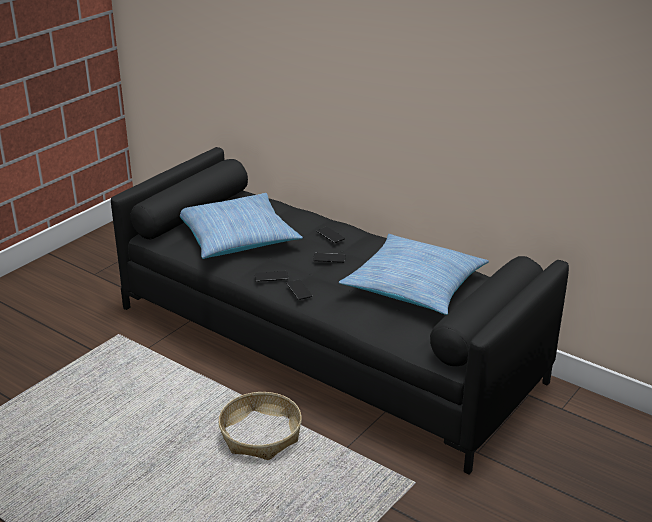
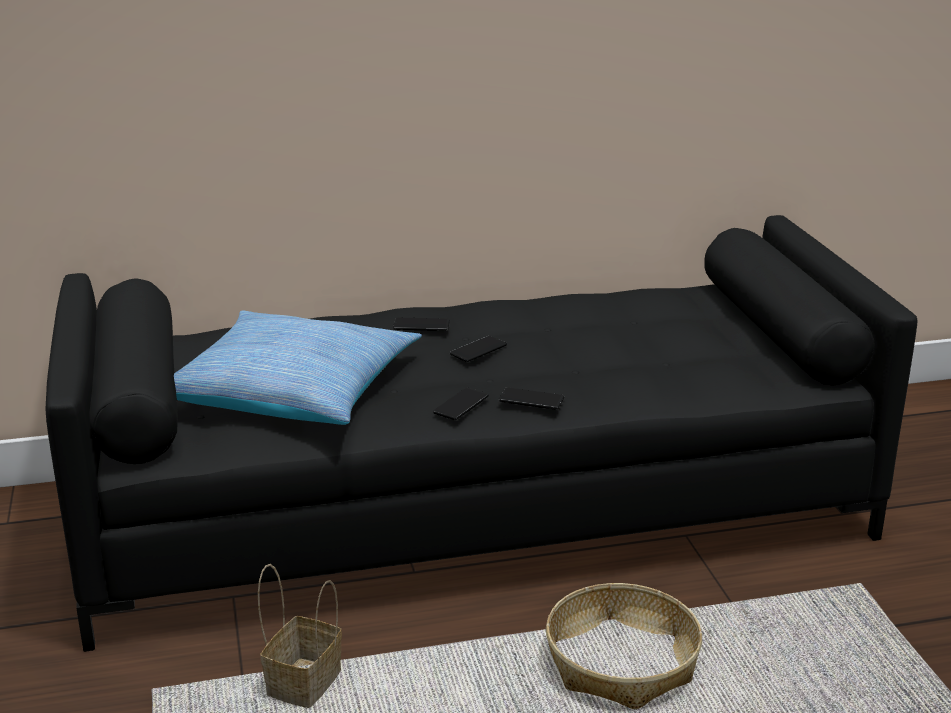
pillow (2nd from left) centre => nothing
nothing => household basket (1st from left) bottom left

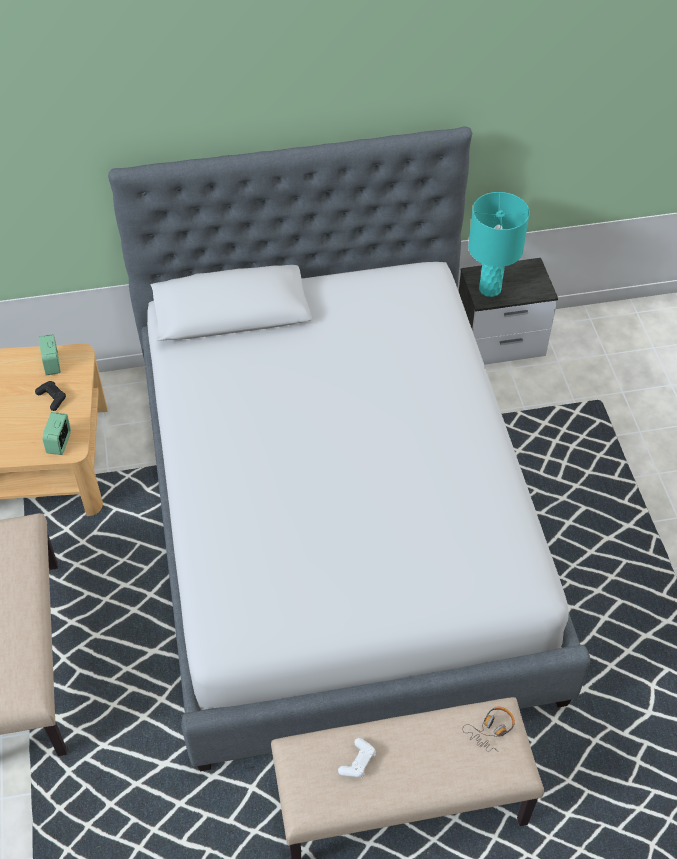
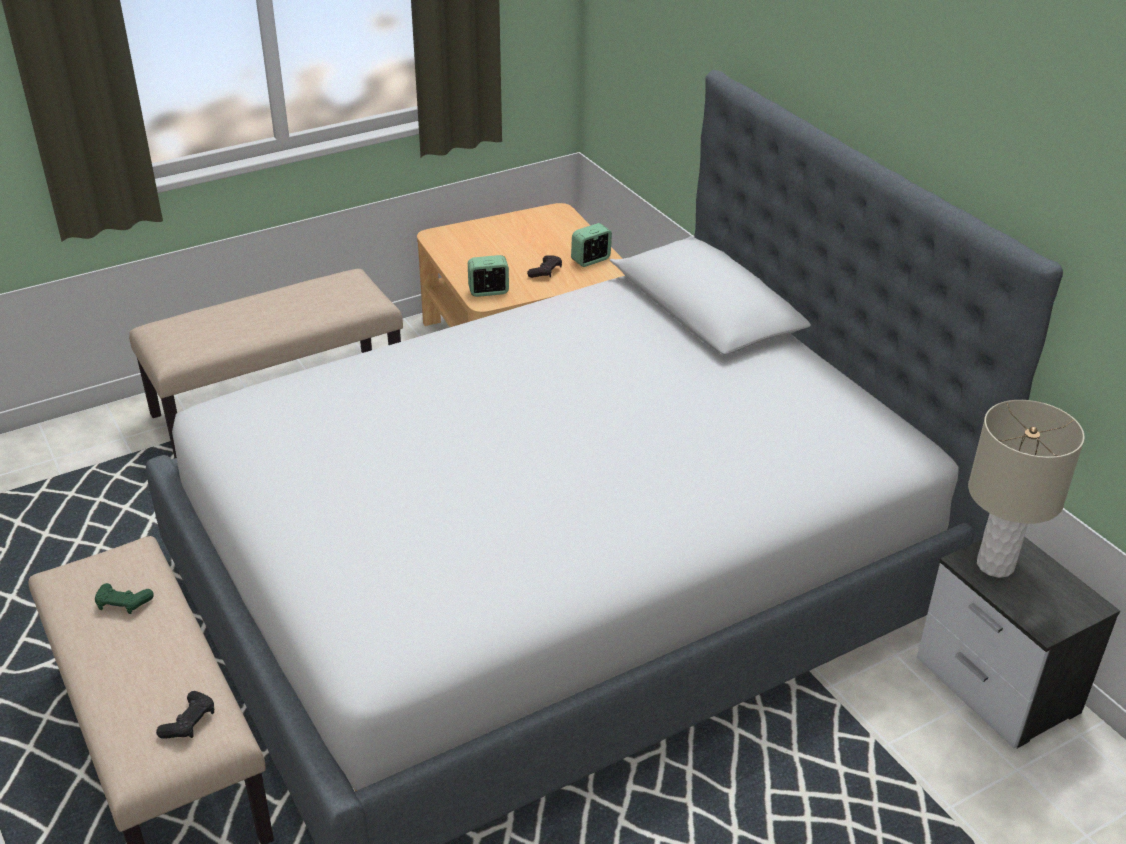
turquoise lamp for a table top right => sand-coloured lamp for a table middle right
pair of headphones bottom right => blackish gamepad (1st from left) bottom left
whitish gamepad bottom centre => greenish gamepad bottom left

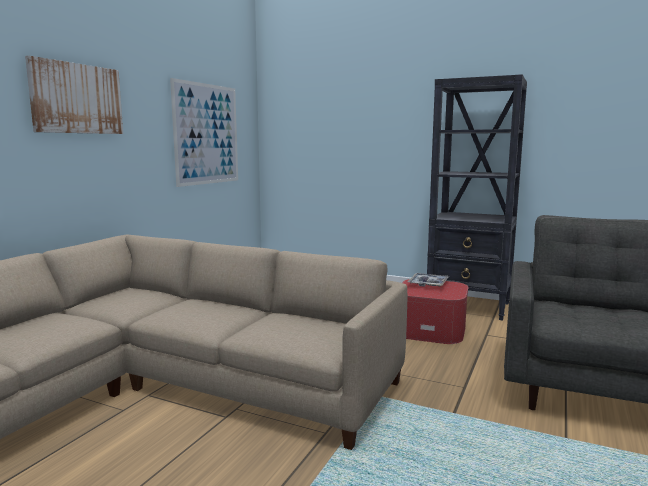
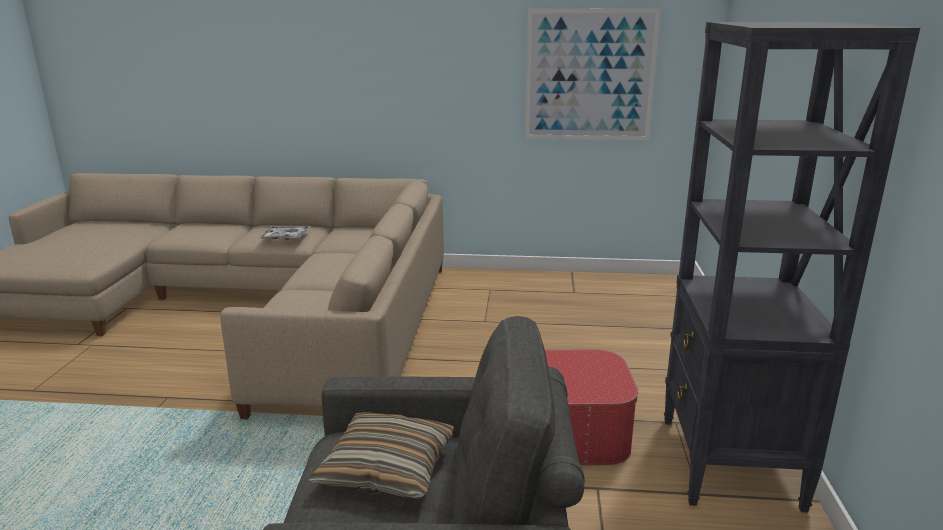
picture (1st from left) top left => nothing
carrying tray centre => carrying tray middle left, moved
nothing => pillow bottom centre

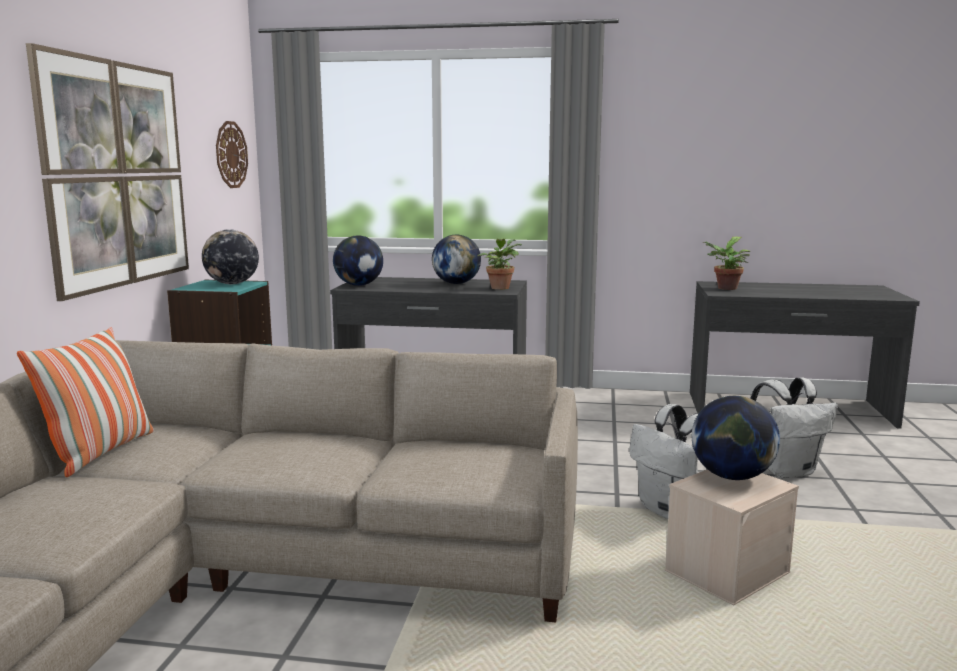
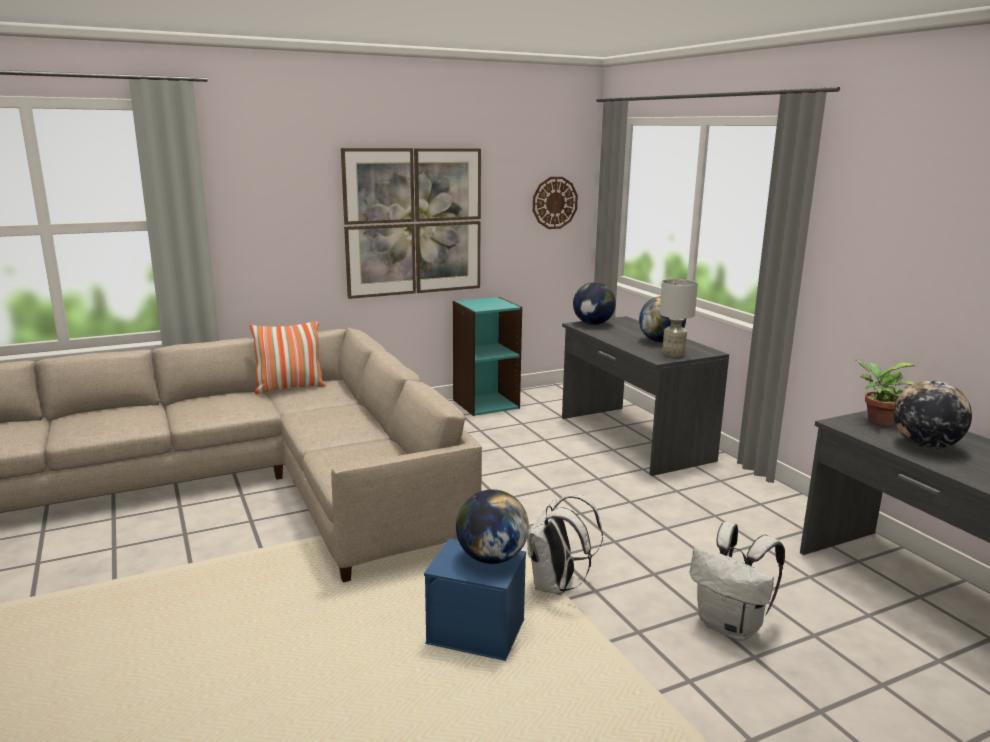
world globe (1st from left in the first image) middle left => world globe (4th from left) middle right, moved
plant in a pot (1st from left) centre => greyish lamp for a table middle right
sand-coloured storage container bottom right => blue storage container bottom centre

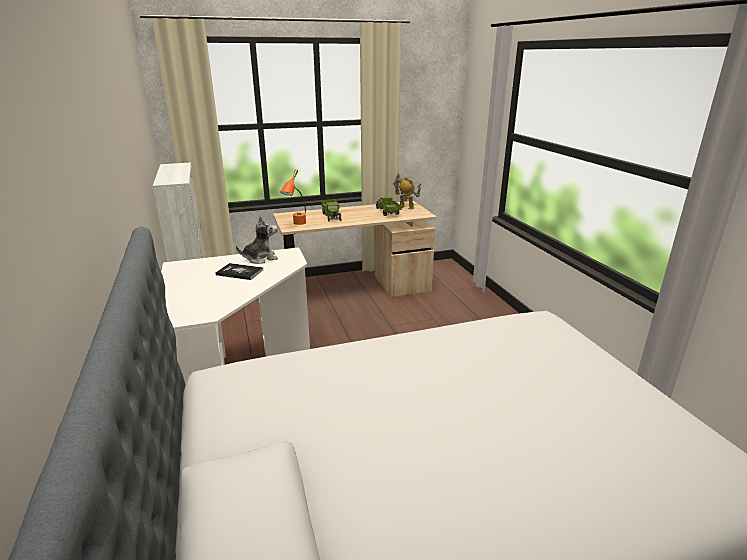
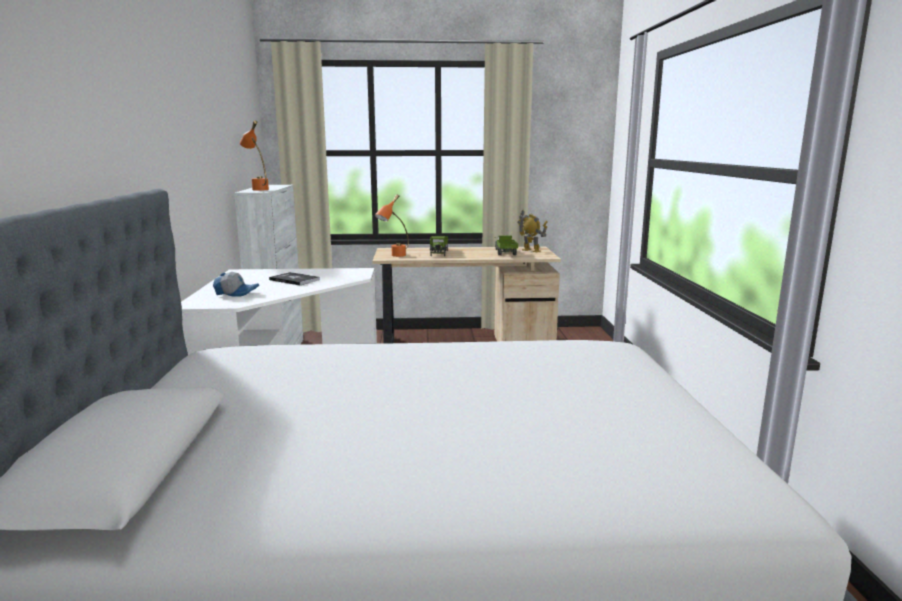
cuddly toy centre => nothing
nothing => orange-coloured lamp for a table (1st from left) top left
nothing => peaked cap middle left

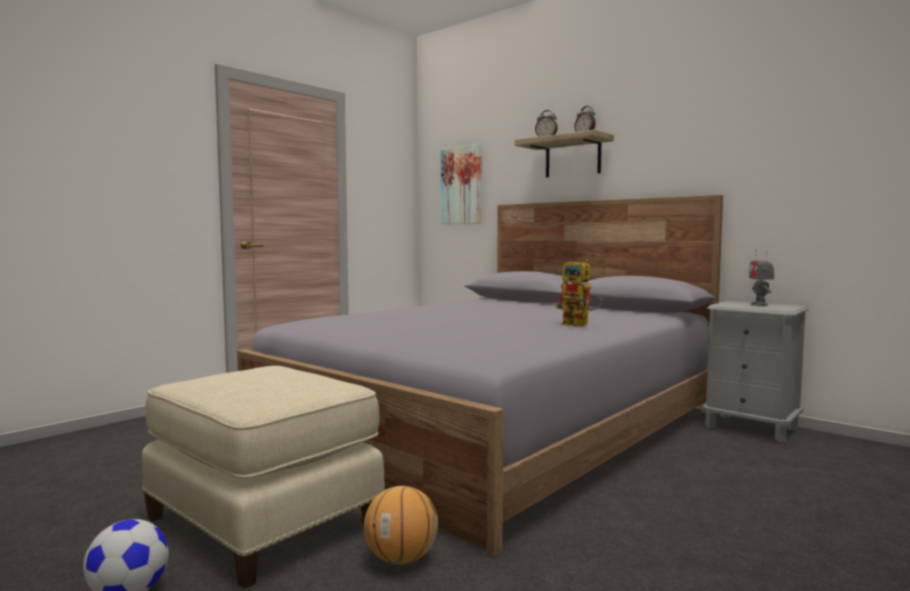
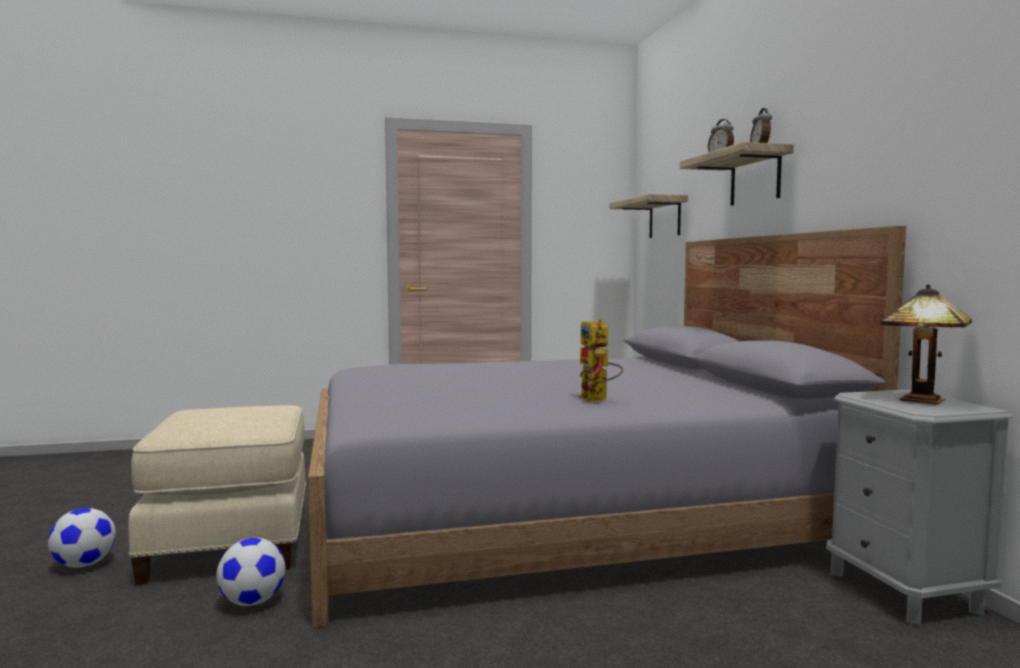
picture top centre => shelf (1st from left) top centre
model robot (2nd from left) middle right => lamp for a table middle right
basketball ball bottom centre => ball for football (2nd from left) bottom left

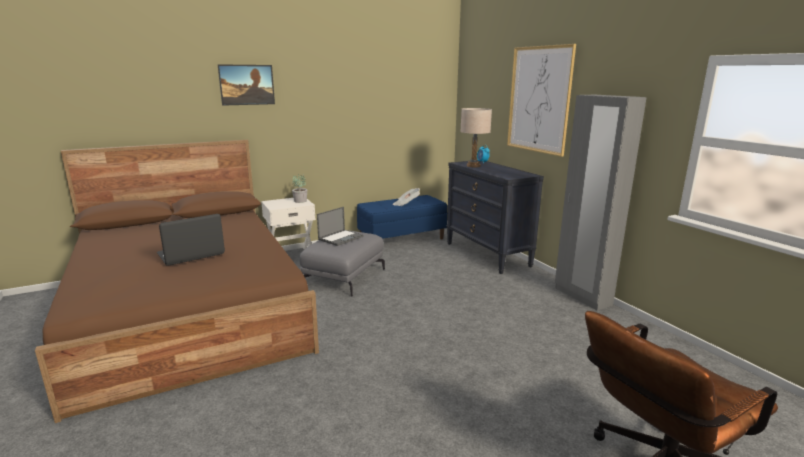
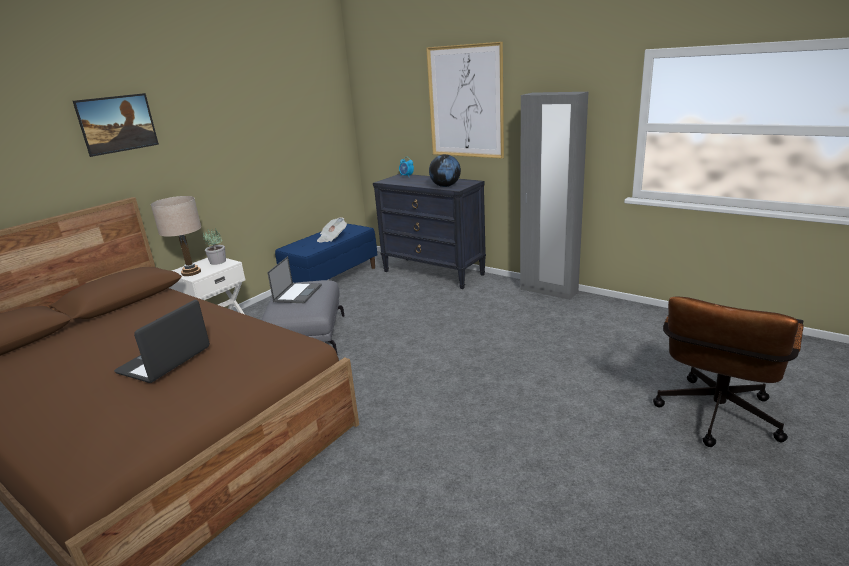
sand-coloured lamp for a table top centre => sand-coloured lamp for a table middle left, moved
nothing => world globe top centre

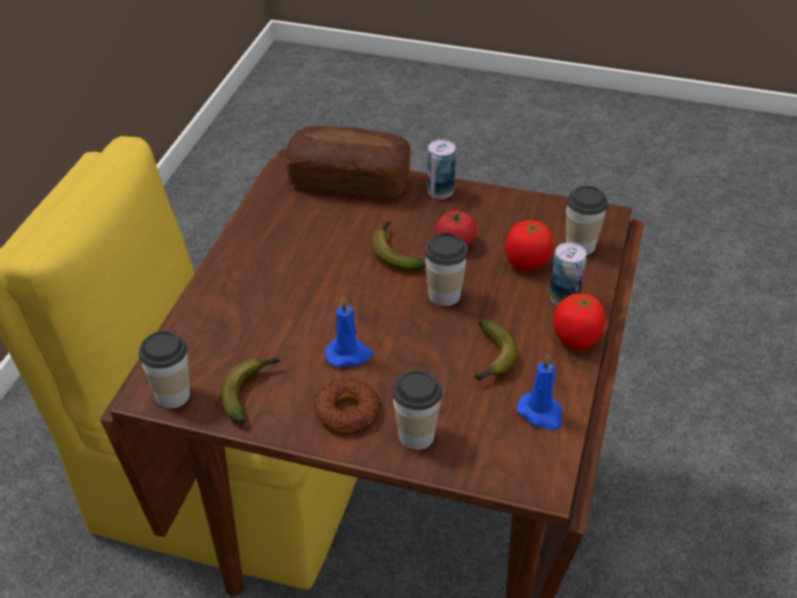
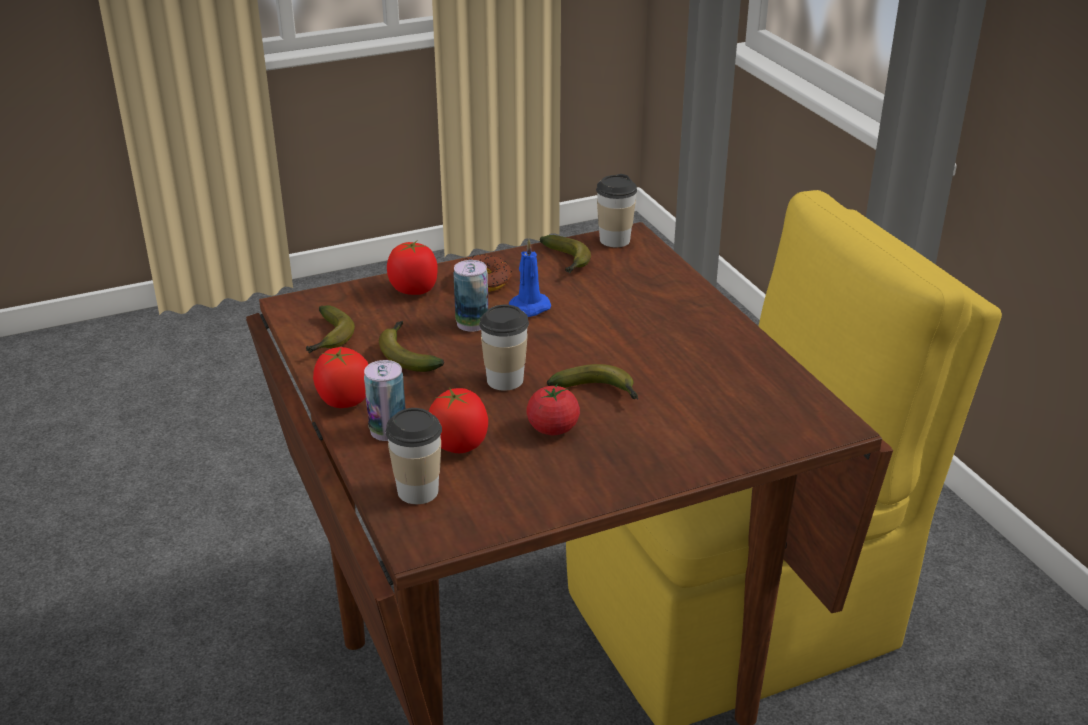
baked bread top centre => nothing
sealed can (1st from left in the first image) top centre => sealed can (2nd from left) centre, moved
blue wax candle (2nd from left) middle right => whole banana (1st from left) middle left
small cup (2nd from left) bottom centre => whole tomato (2nd from left) centre

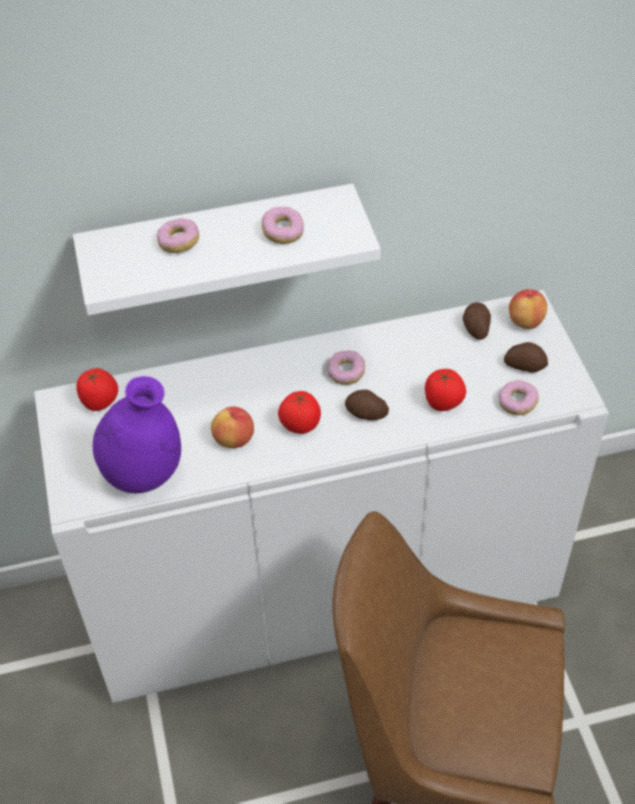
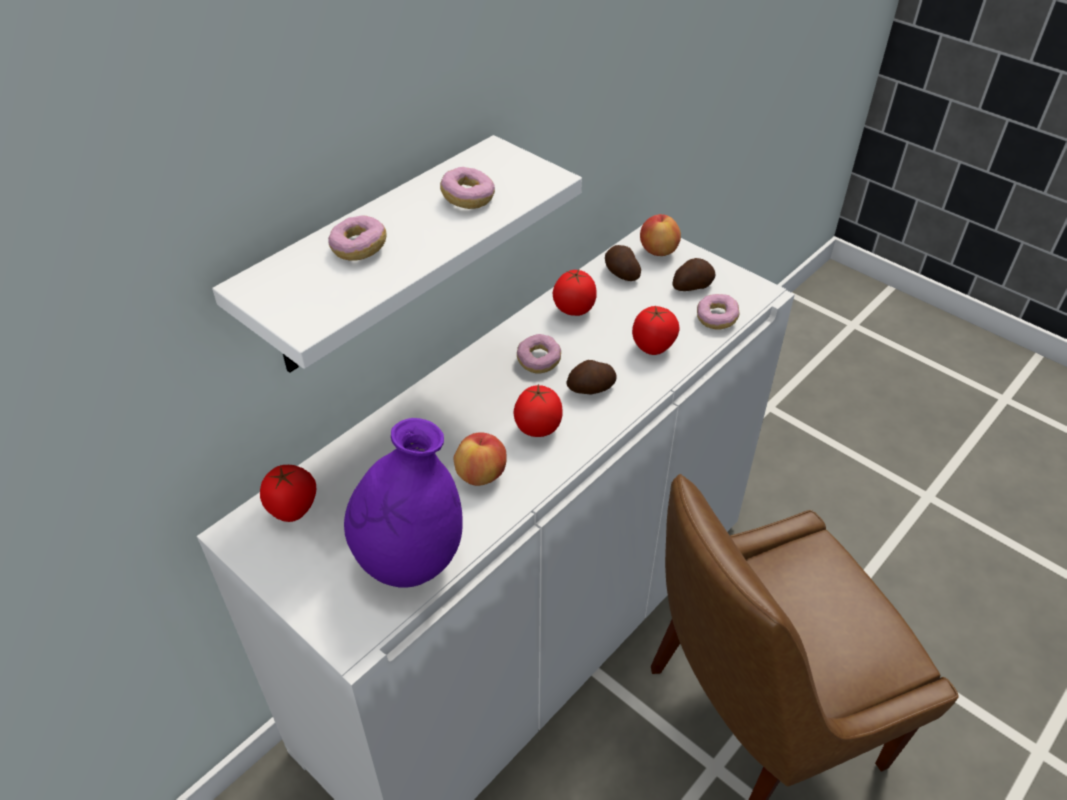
nothing => whole tomato (3rd from left) centre

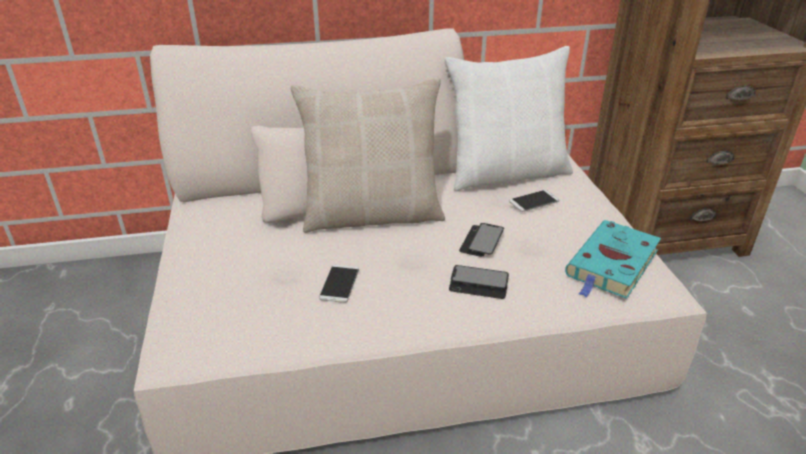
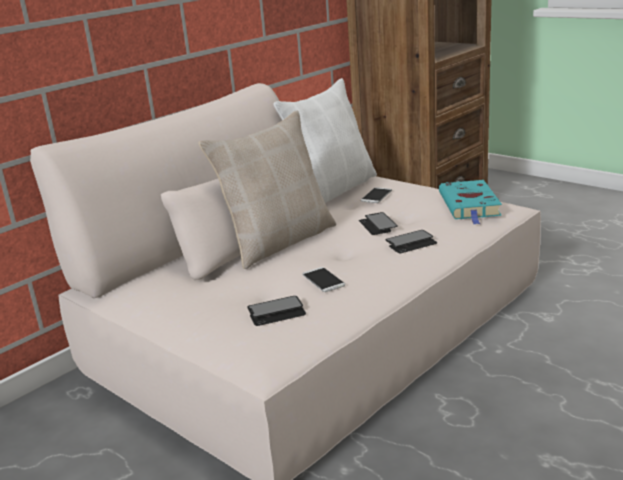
nothing => telephone (1st from left) centre

